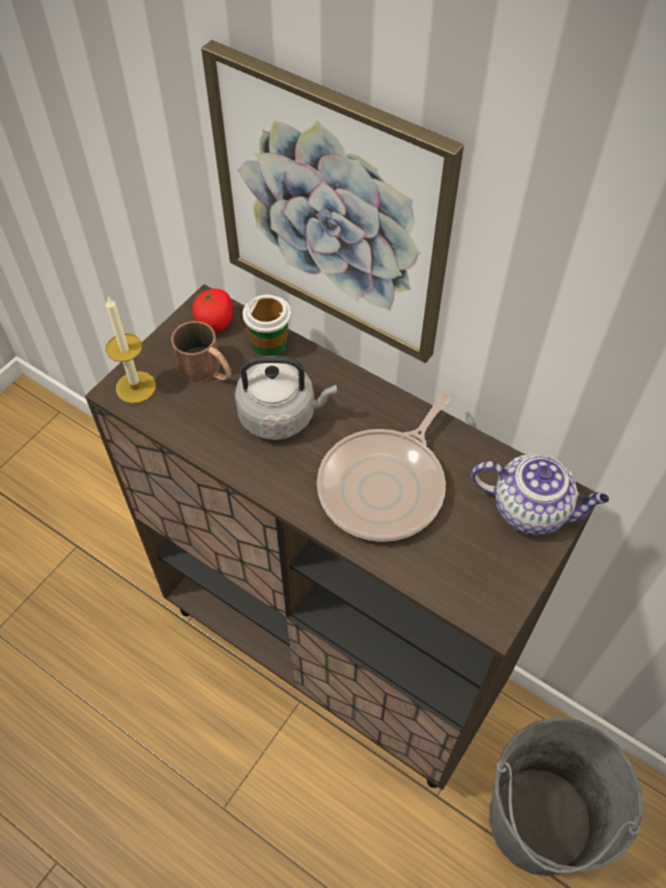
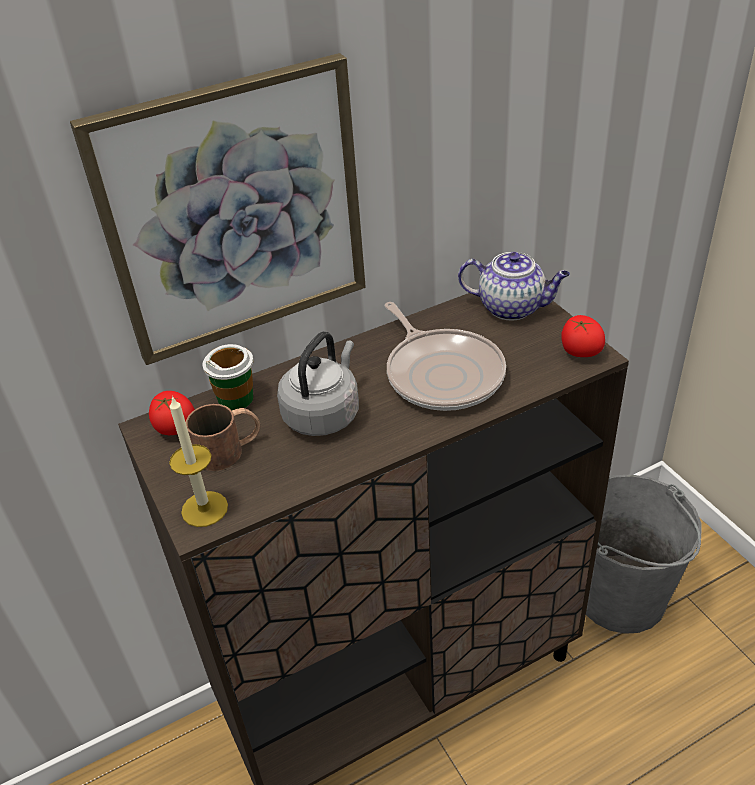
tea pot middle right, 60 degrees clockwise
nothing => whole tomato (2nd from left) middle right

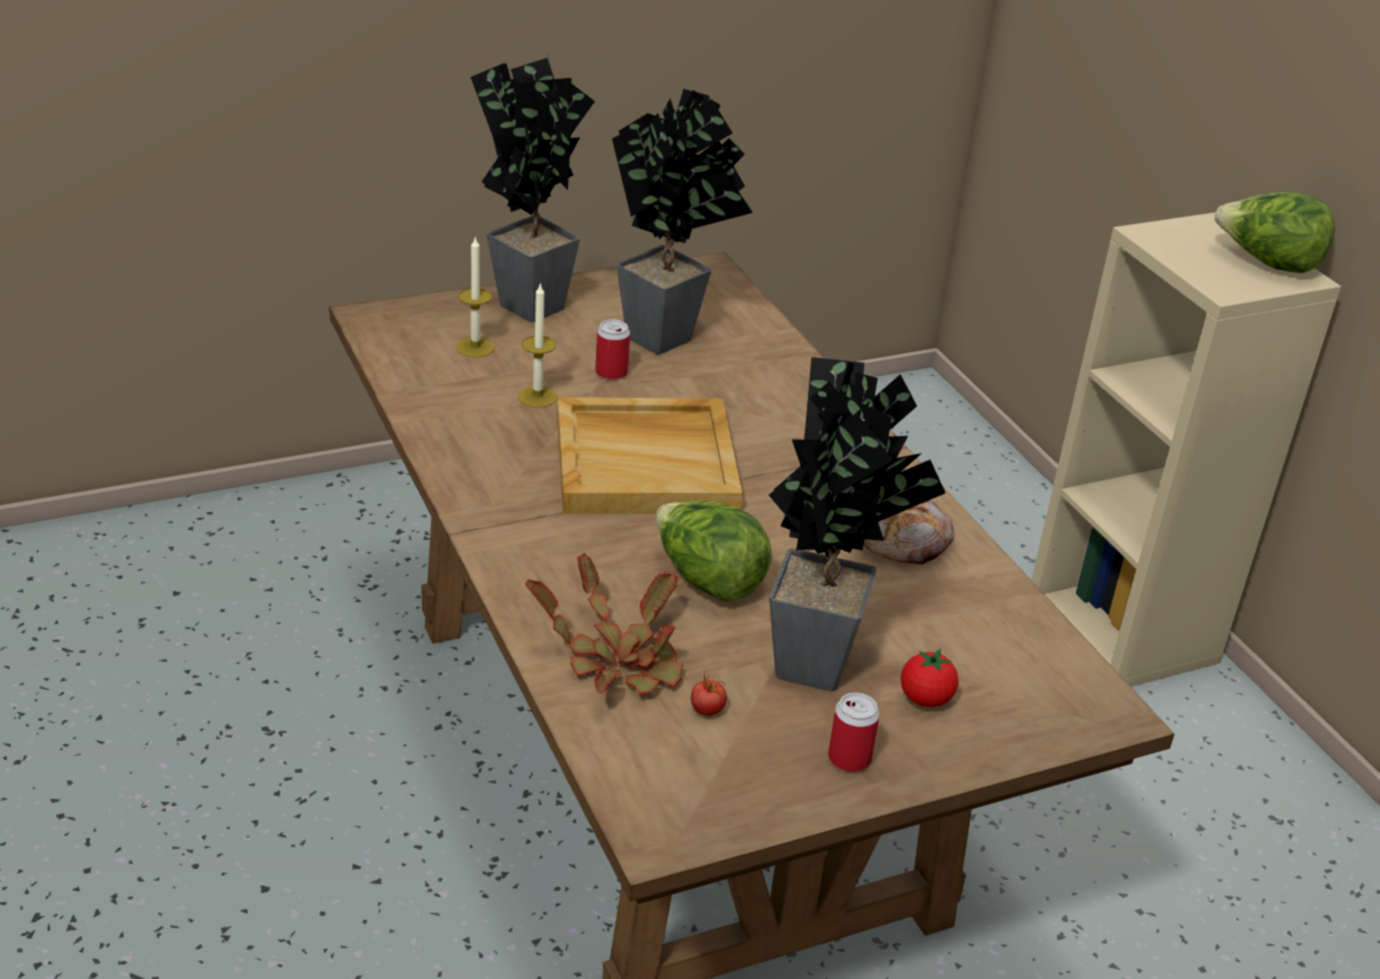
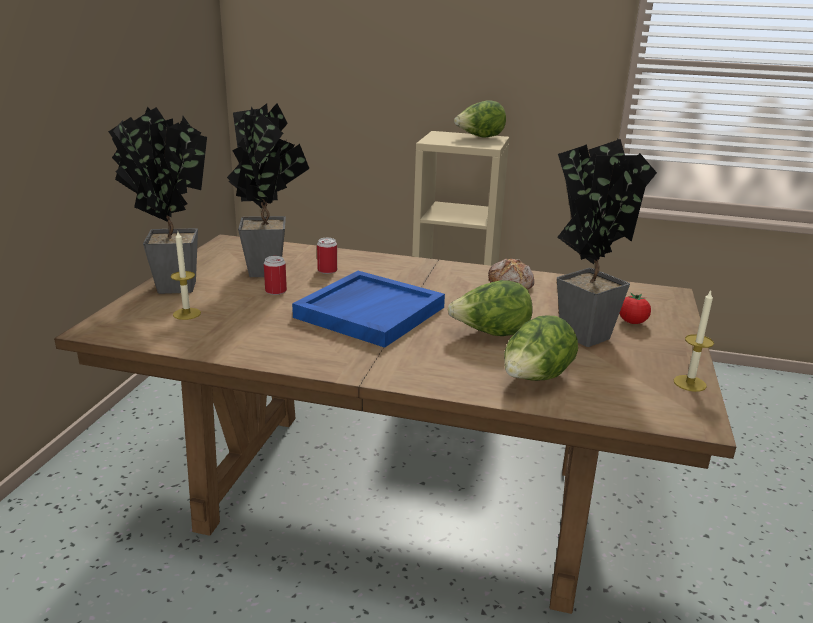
wax candle (2nd from left) centre => wax candle (2nd from left) middle right, moved
sand-coloured carrying tray centre => blue carrying tray centre
plant in a pot (2nd from left) centre => head of lettuce (3rd from left) centre
whole tomato (1st from left) bottom centre => nothing
sealed can (2nd from left) bottom centre => sealed can (2nd from left) centre, moved

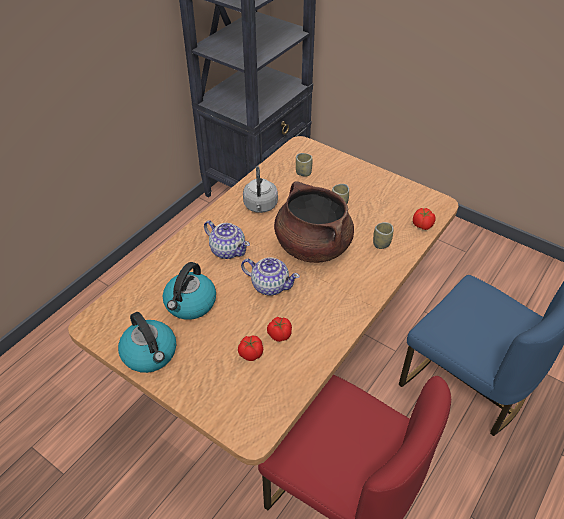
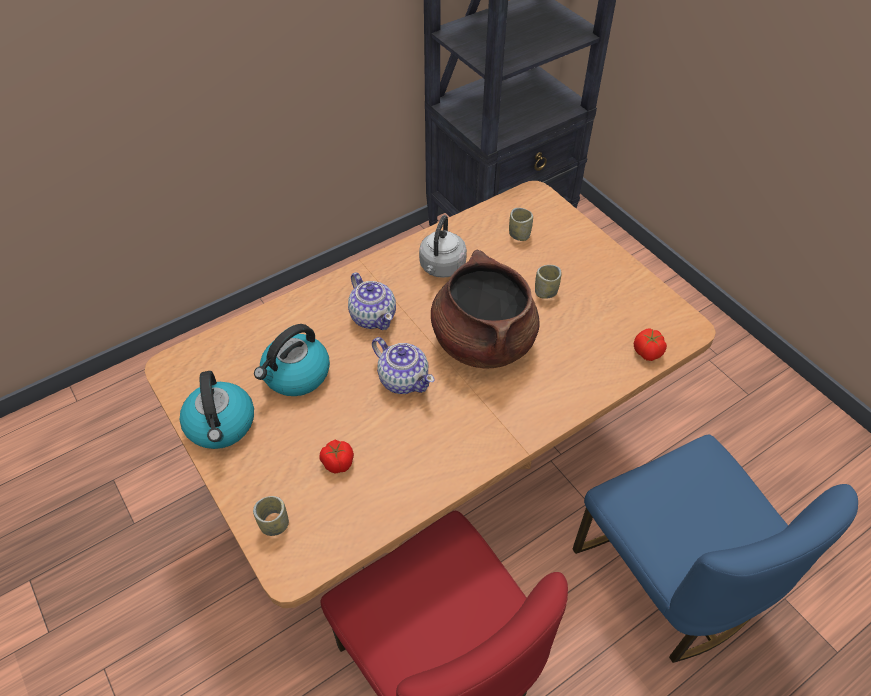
small cup (3rd from left in the first image) middle right => small cup (1st from left) bottom left, moved
whole tomato (2nd from left) centre => nothing

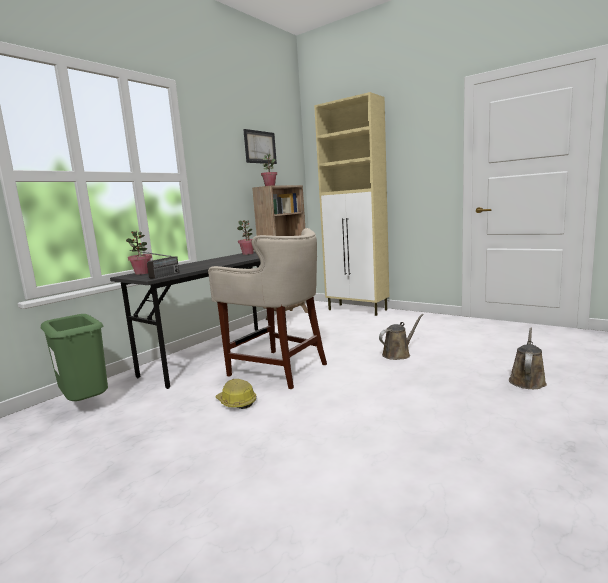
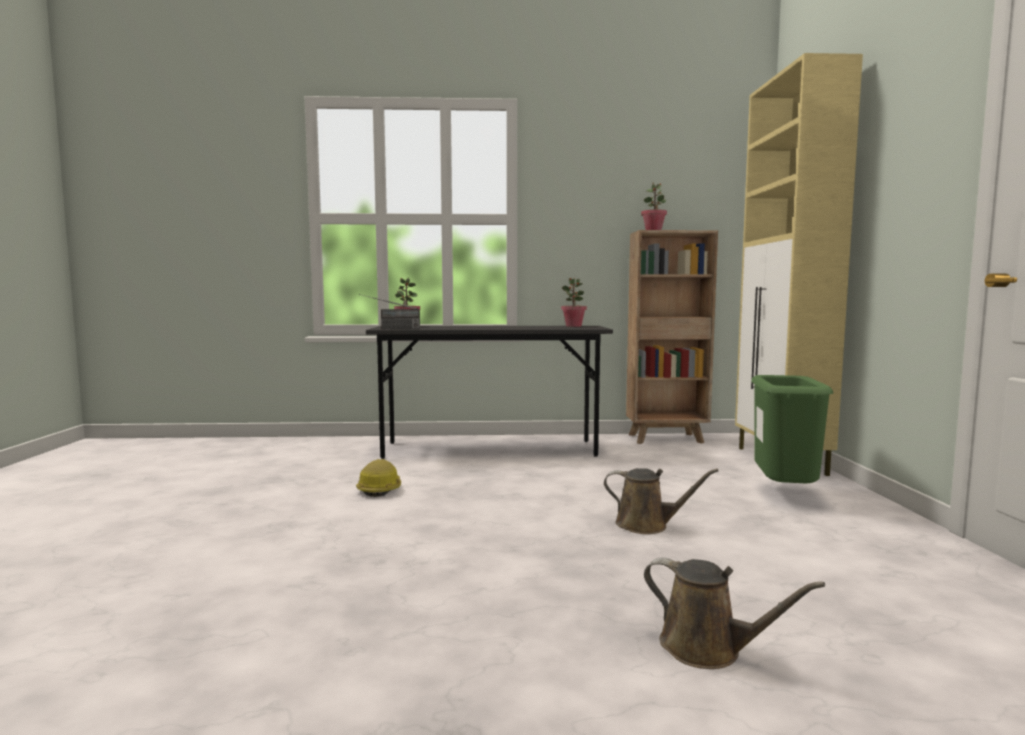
picture top centre => nothing
sand-coloured sitting stool centre => nothing
greenish waste bin middle left => greenish waste bin middle right, moved
brownish watering pot (2nd from left) middle right => brownish watering pot (2nd from left) bottom right, 45 degrees clockwise

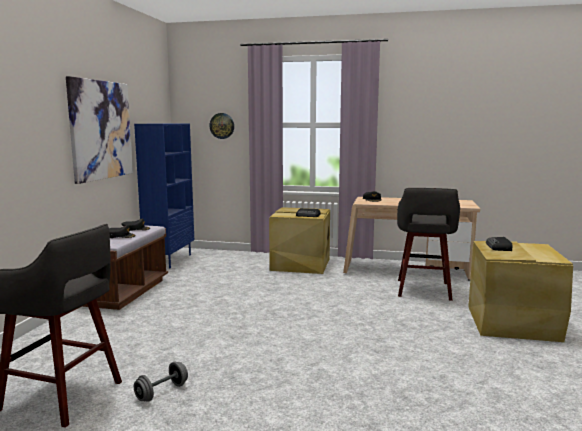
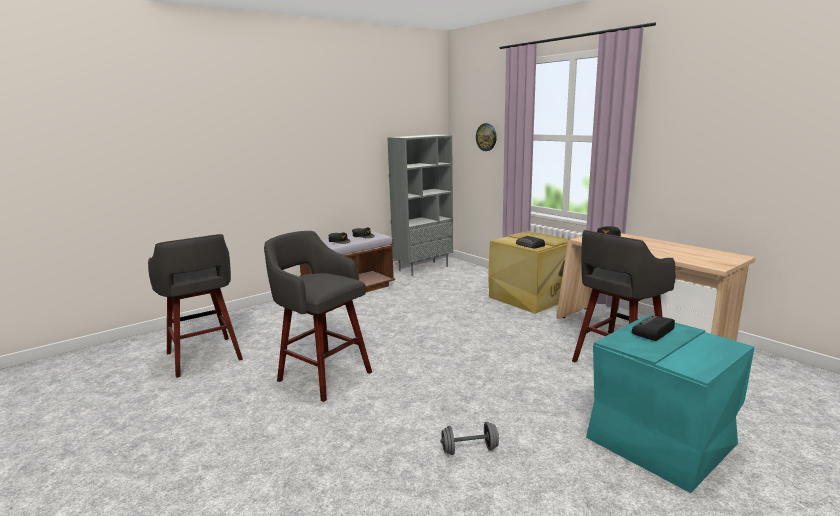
picture top left => nothing
blue shelving unit middle left => greyish shelving unit centre
sand-coloured storage container (2nd from left) bottom right => turquoise storage container bottom right
greyish free weight bottom left => greyish free weight bottom centre, moved
nothing => greyish sitting stool (2nd from left) centre

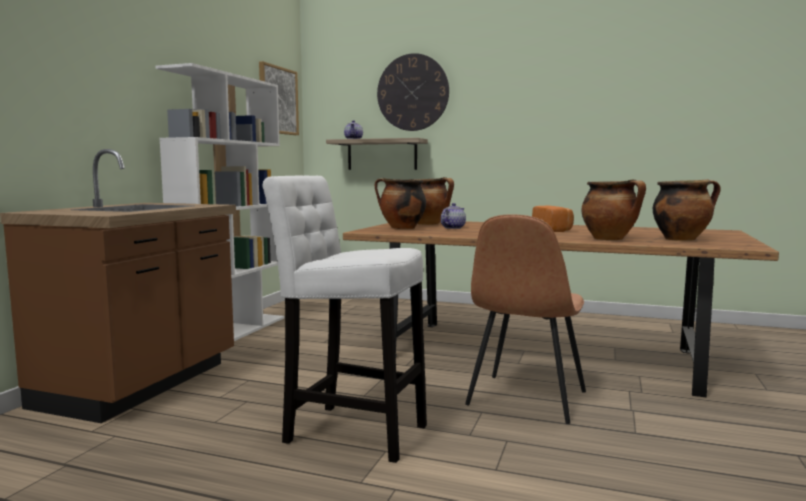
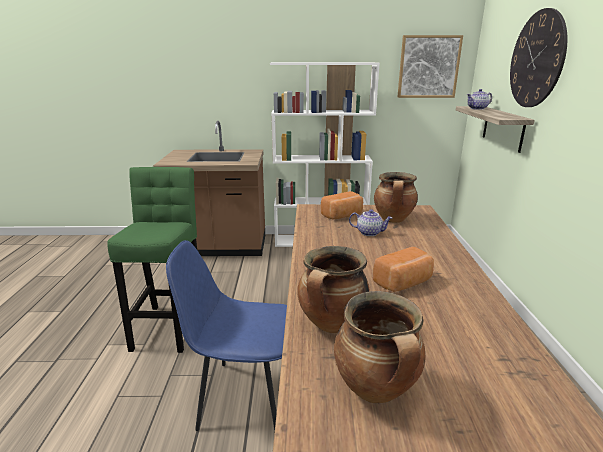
whitish sitting stool centre => greenish sitting stool middle left
saucepot (1st from left) centre => baked bread (1st from left) centre
brownish plain chair centre => blue plain chair bottom centre

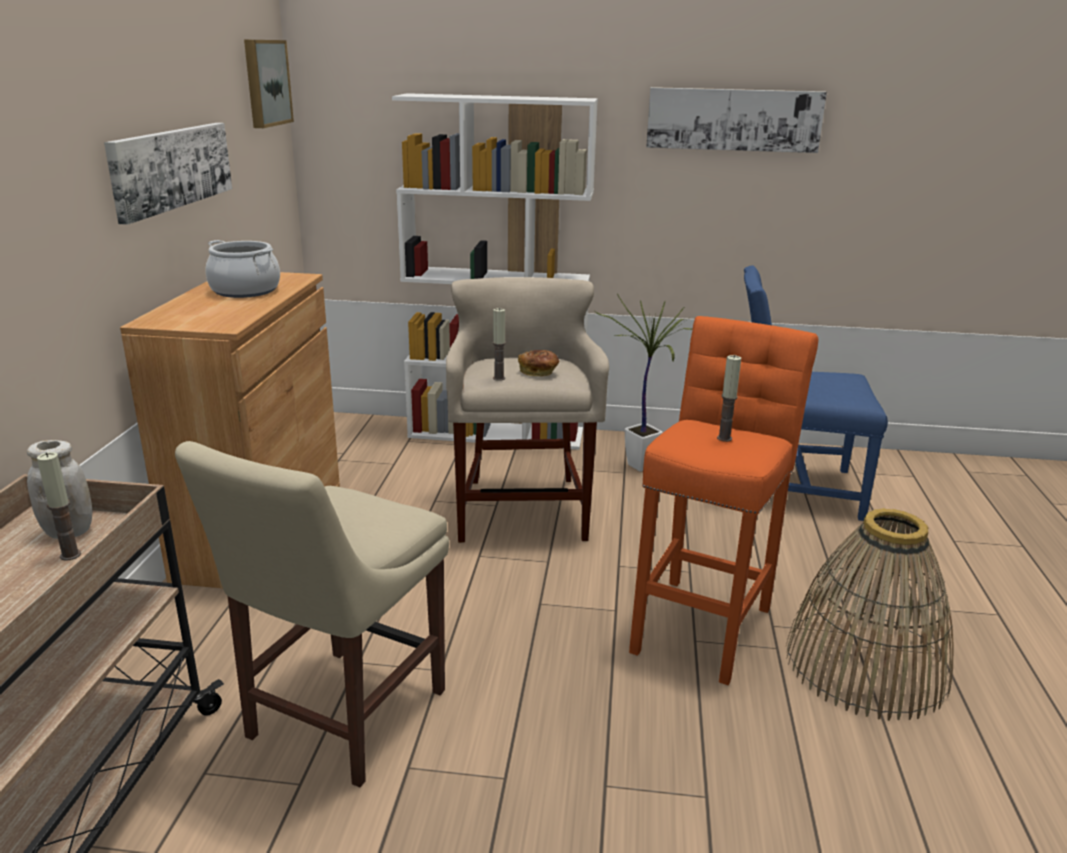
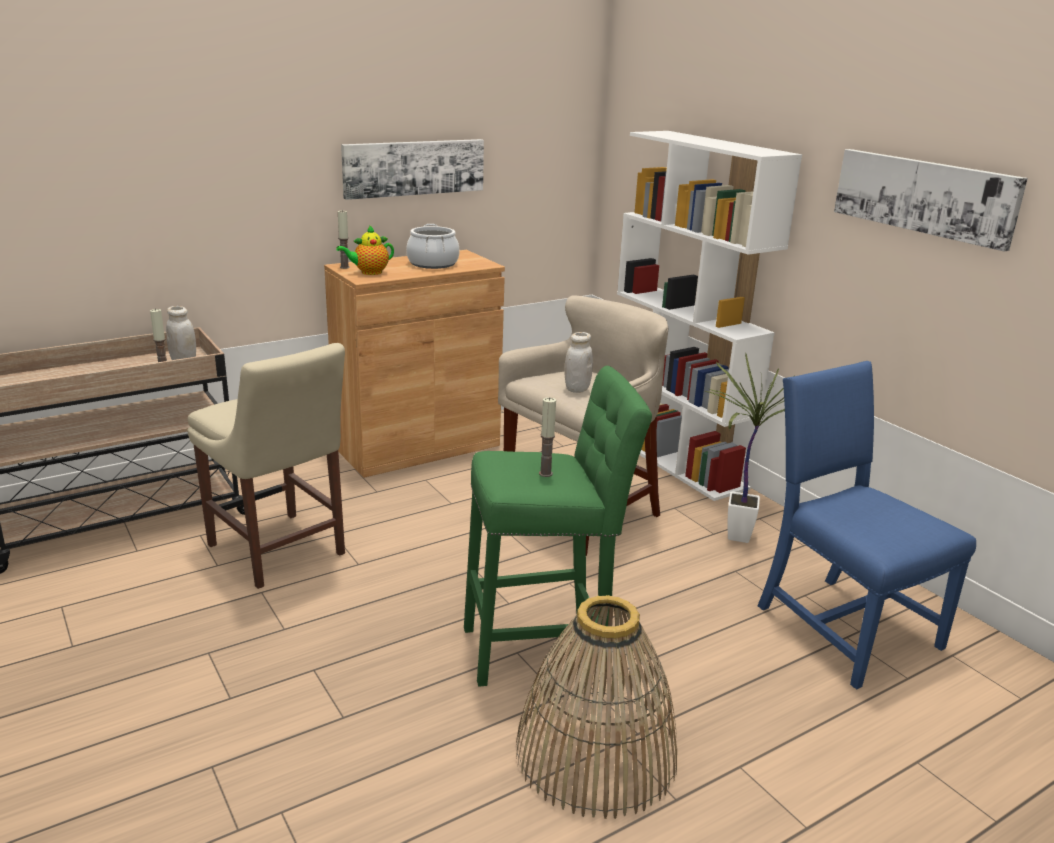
picture (2nd from left) top left => nothing
wax candle (2nd from left) centre => wax candle (2nd from left) top left, moved
orange-coloured sitting stool middle right => greenish sitting stool centre
baked bread centre => whitish preserve jar (2nd from left) centre
sand-coloured plain chair bottom left => sand-coloured plain chair middle left, 120 degrees counterclockwise
nothing => tea pot top centre

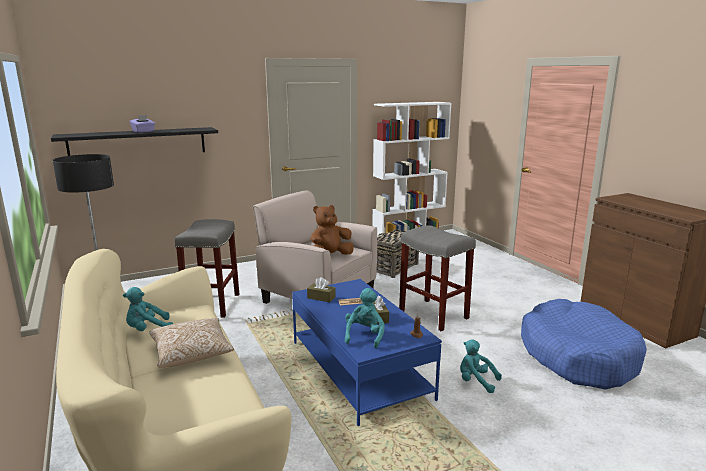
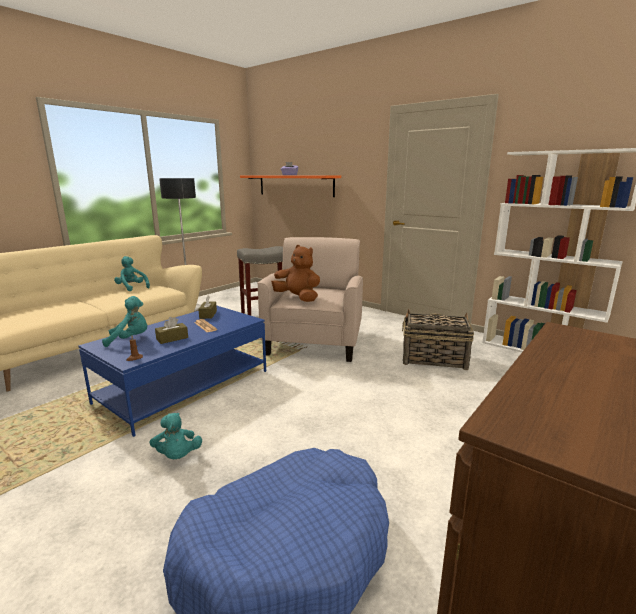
blackish shelf top left => orange-coloured shelf top centre
greyish sitting stool (2nd from left) centre => nothing
pillow bottom left => nothing
turquoise cuddly toy (3rd from left) bottom right => turquoise cuddly toy (3rd from left) bottom left, 150 degrees clockwise

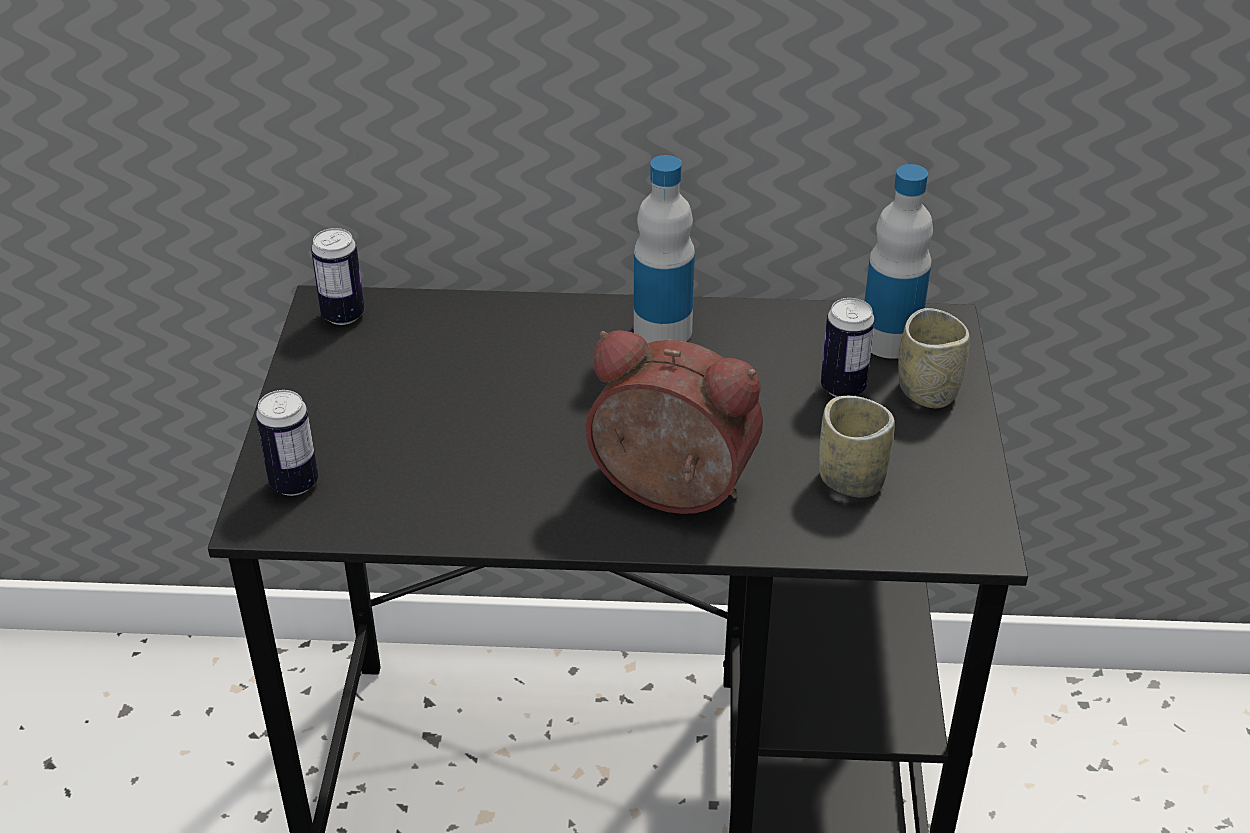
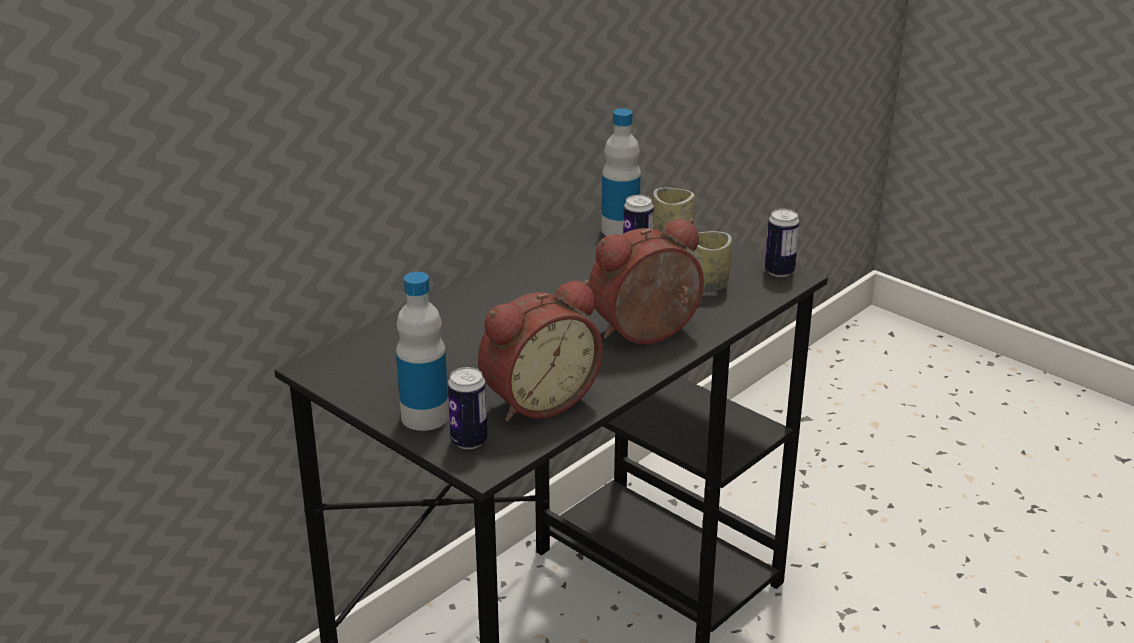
beverage bottle (1st from left) top centre => beverage bottle (1st from left) centre, moved
sealed can (2nd from left in the first image) top left => sealed can (3rd from left) middle right, moved
nothing => bedside clock (1st from left) centre

